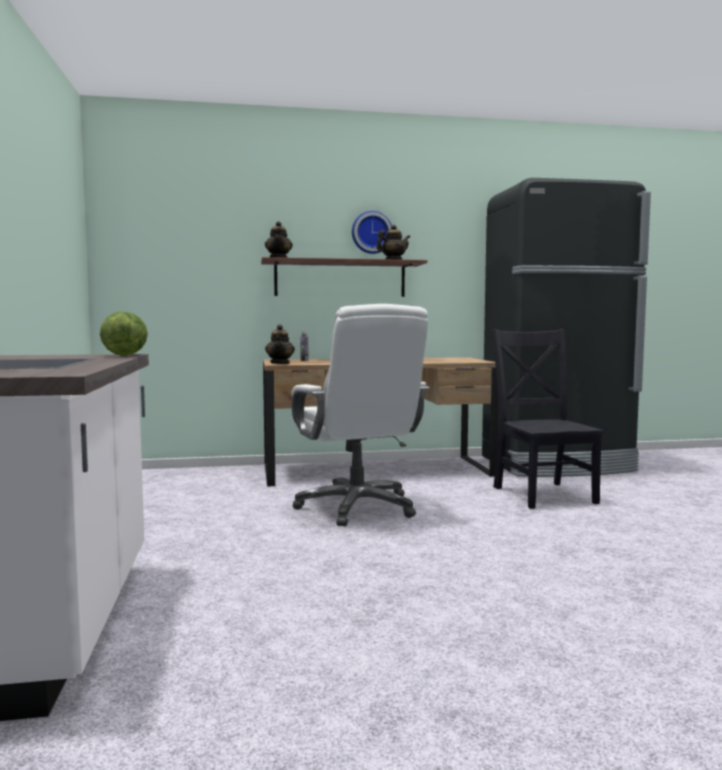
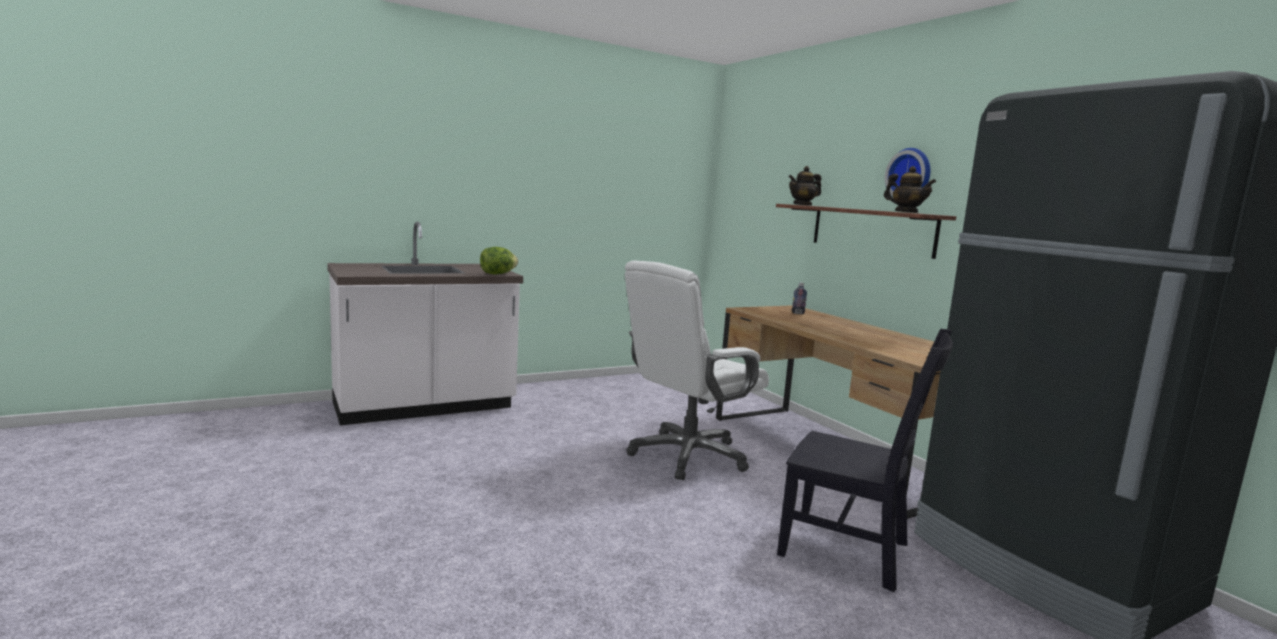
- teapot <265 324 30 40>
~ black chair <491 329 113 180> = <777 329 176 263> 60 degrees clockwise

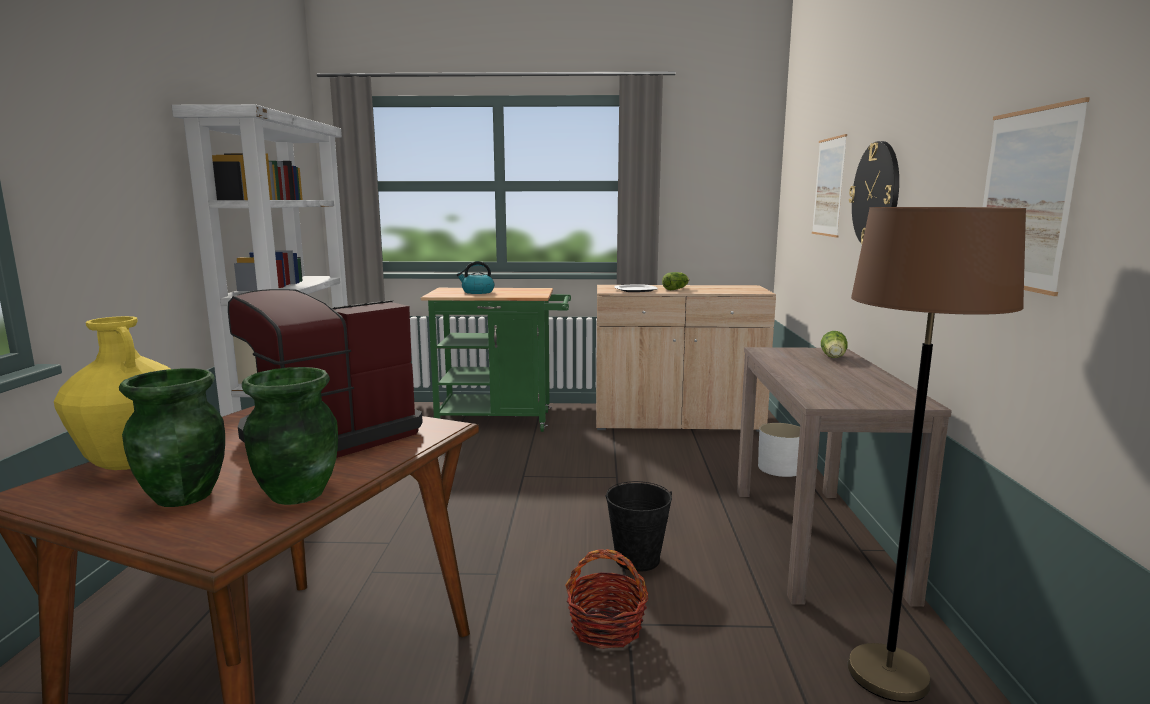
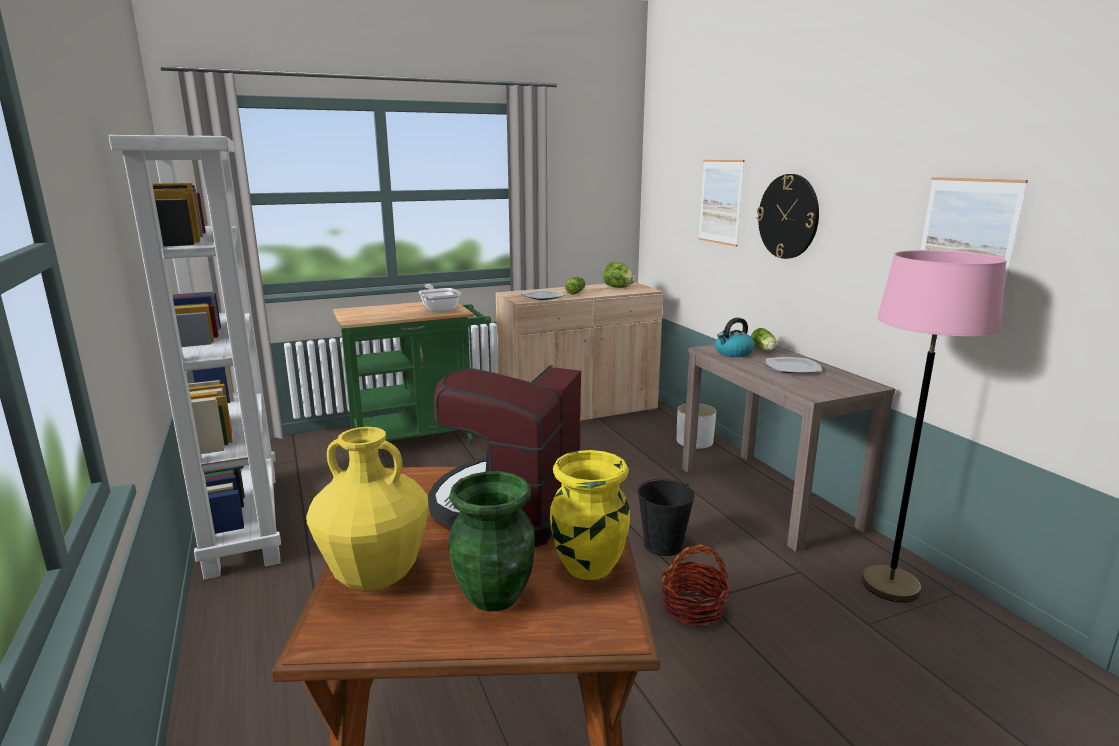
~ brown floor lamp <848 207 178 495> to pink floor lamp <861 250 145 352>
~ kettle <457 261 38 33> to <715 318 40 39>
~ green vase <242 367 96 138> to yellow vase <550 450 80 130>
+ lettuce <603 262 32 26>
+ frying pan <418 284 43 29>
+ plate <766 357 56 16>

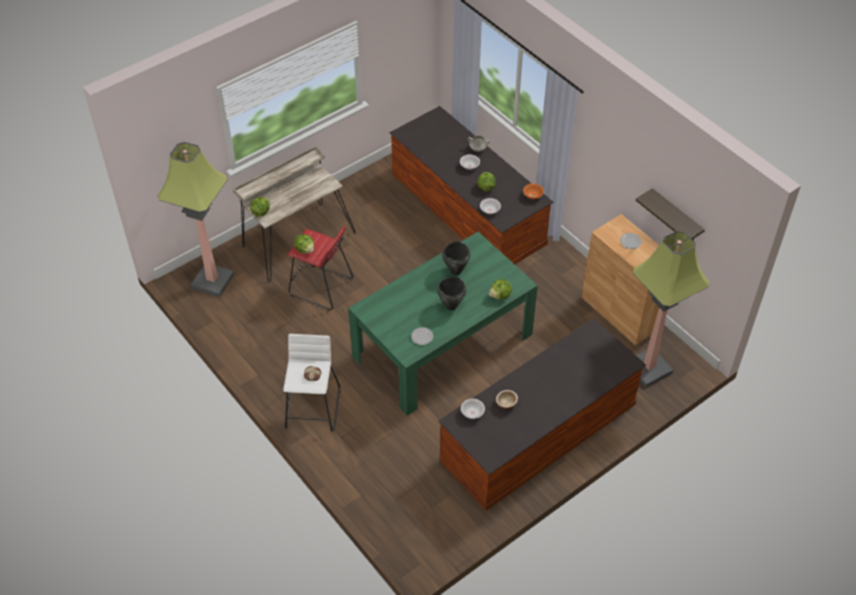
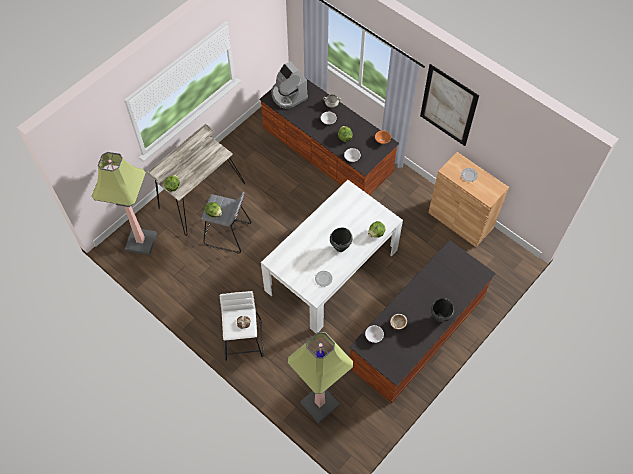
- shelf <635 188 70 52>
~ red stool <288 226 65 85> to grey stool <201 192 51 62>
~ floor lamp <633 230 76 158> to <288 332 65 91>
~ green dining table <348 232 190 184> to white dining table <261 180 142 153>
~ black cooking pot <442 242 28 33> to <431 298 23 25>
+ coffee machine <271 61 37 48>
+ picture <420 64 59 82>

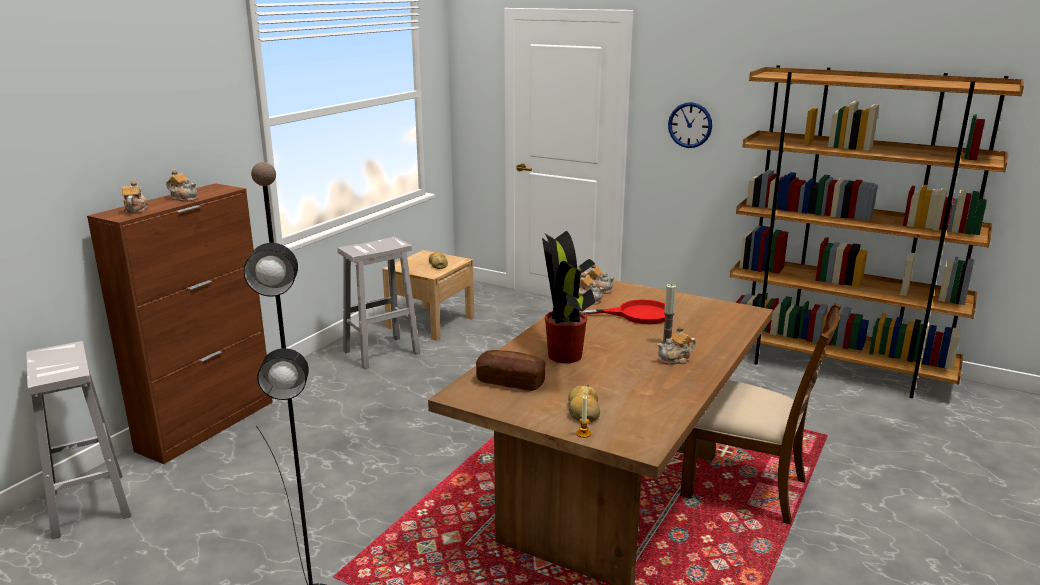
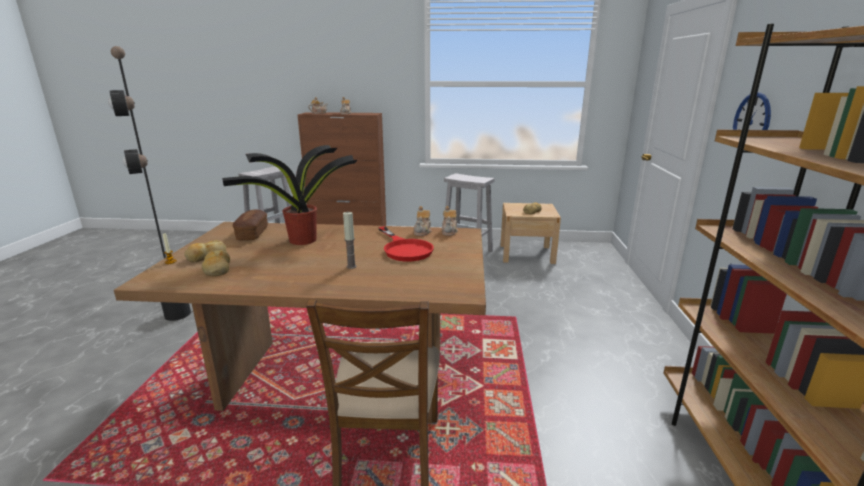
- teapot <657 325 39 40>
+ bread <202 249 28 27>

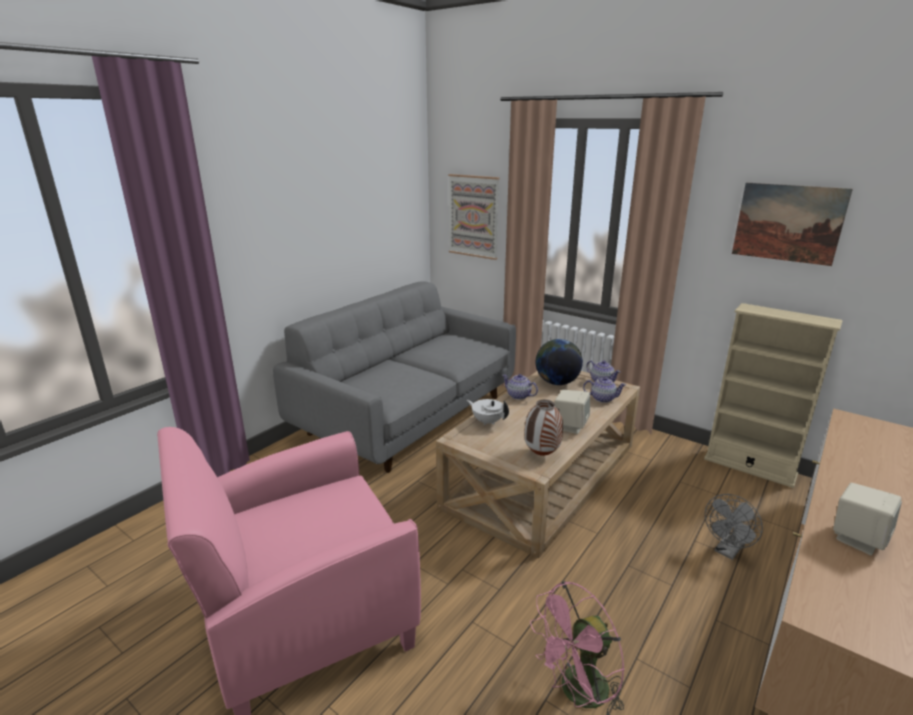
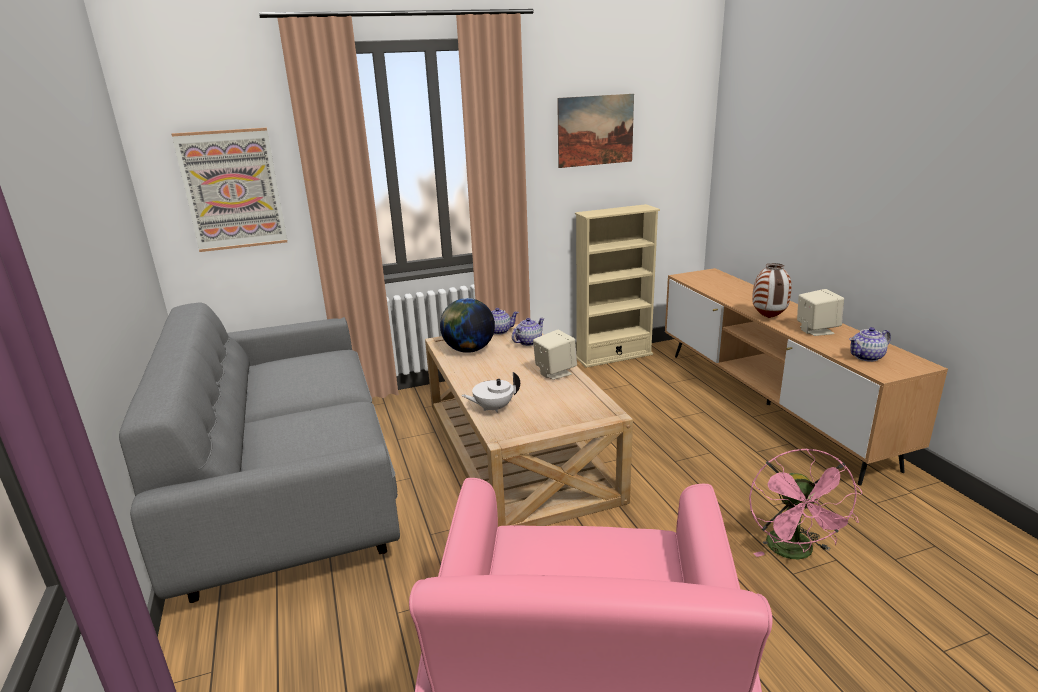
~ teapot <502 374 36 26> to <849 327 42 35>
~ vase <524 400 39 56> to <752 263 40 55>
- grey fan <705 494 58 66>

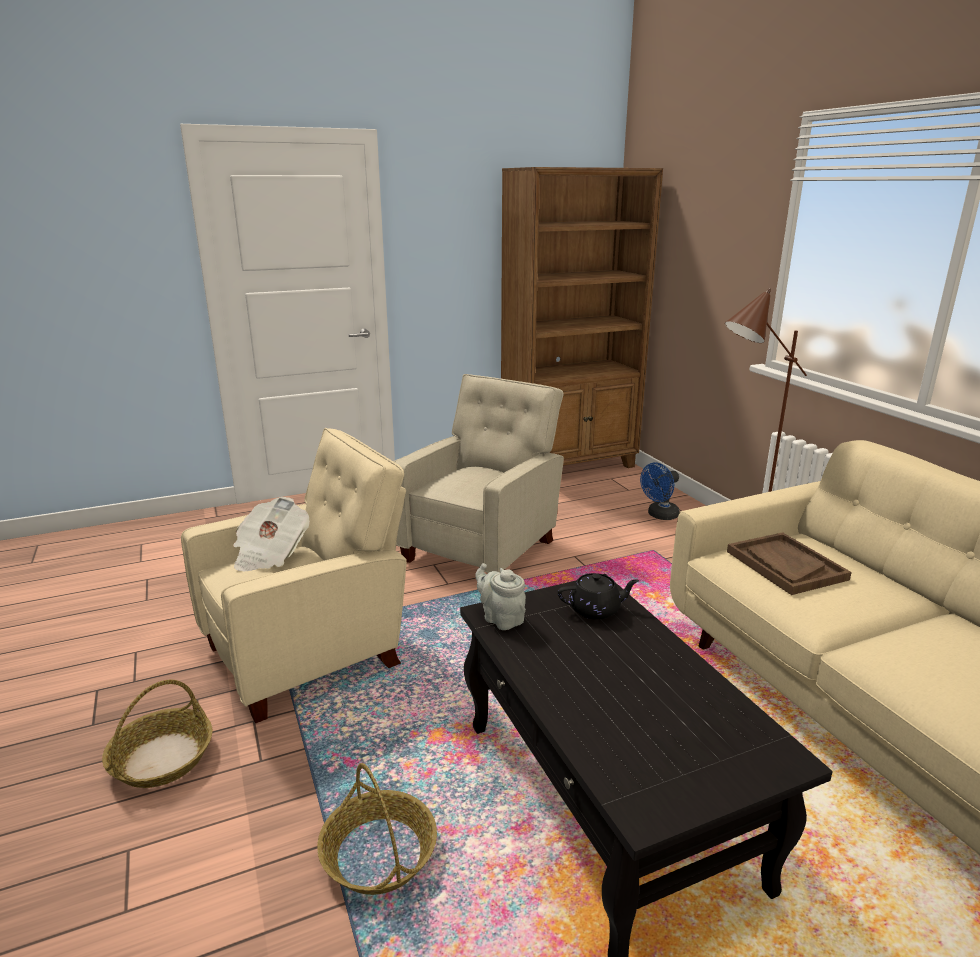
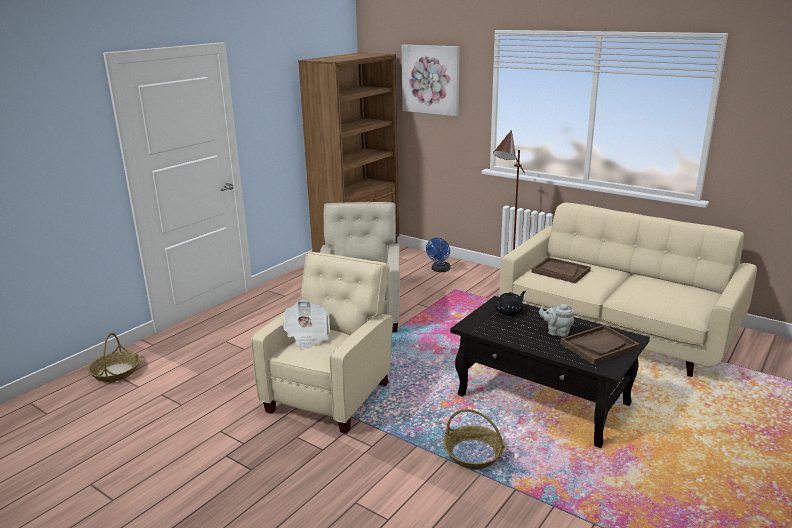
~ grey teapot <475 563 51 67> to <539 304 35 33>
~ basket <102 680 111 108> to <87 333 53 49>
+ picture <402 45 58 71>
+ brown tray <560 325 80 40>

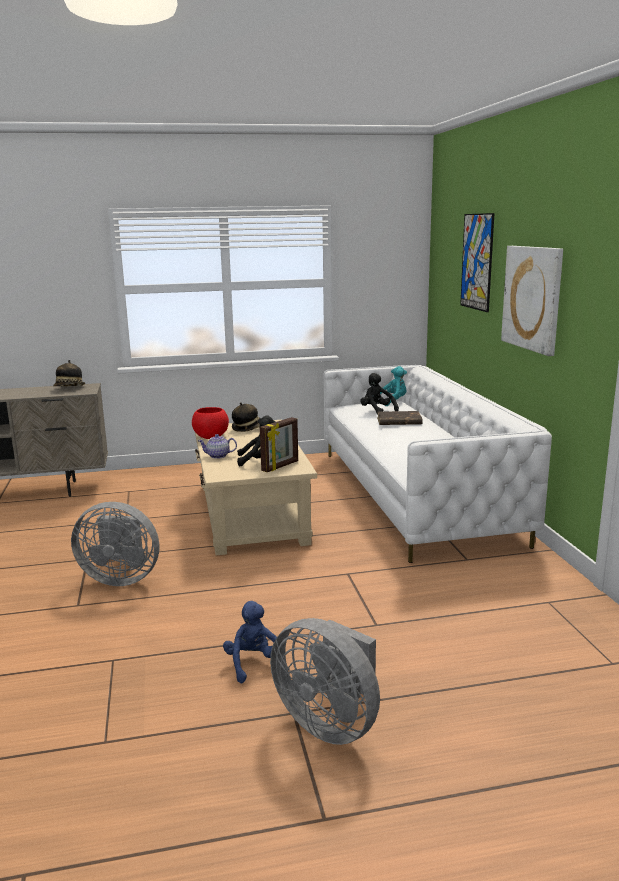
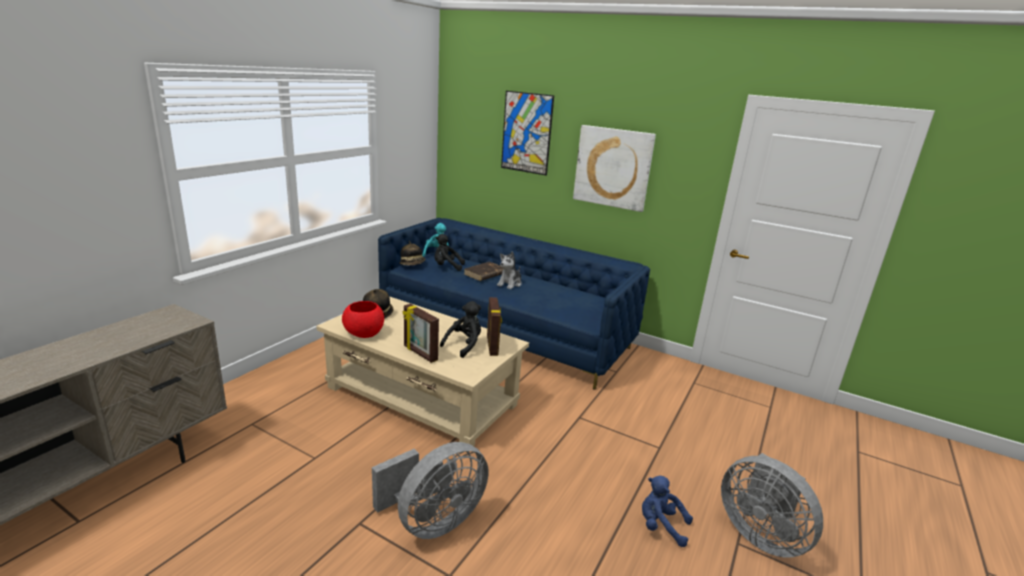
~ hat <53 360 32 26> to <399 241 26 24>
~ white sofa <323 365 229 198> to blue sofa <378 218 272 172>
~ teapot <198 434 39 25> to picture frame <403 304 36 59>
~ grey fan <270 618 110 127> = <721 453 102 105> 60 degrees clockwise
+ plush toy <497 251 25 38>

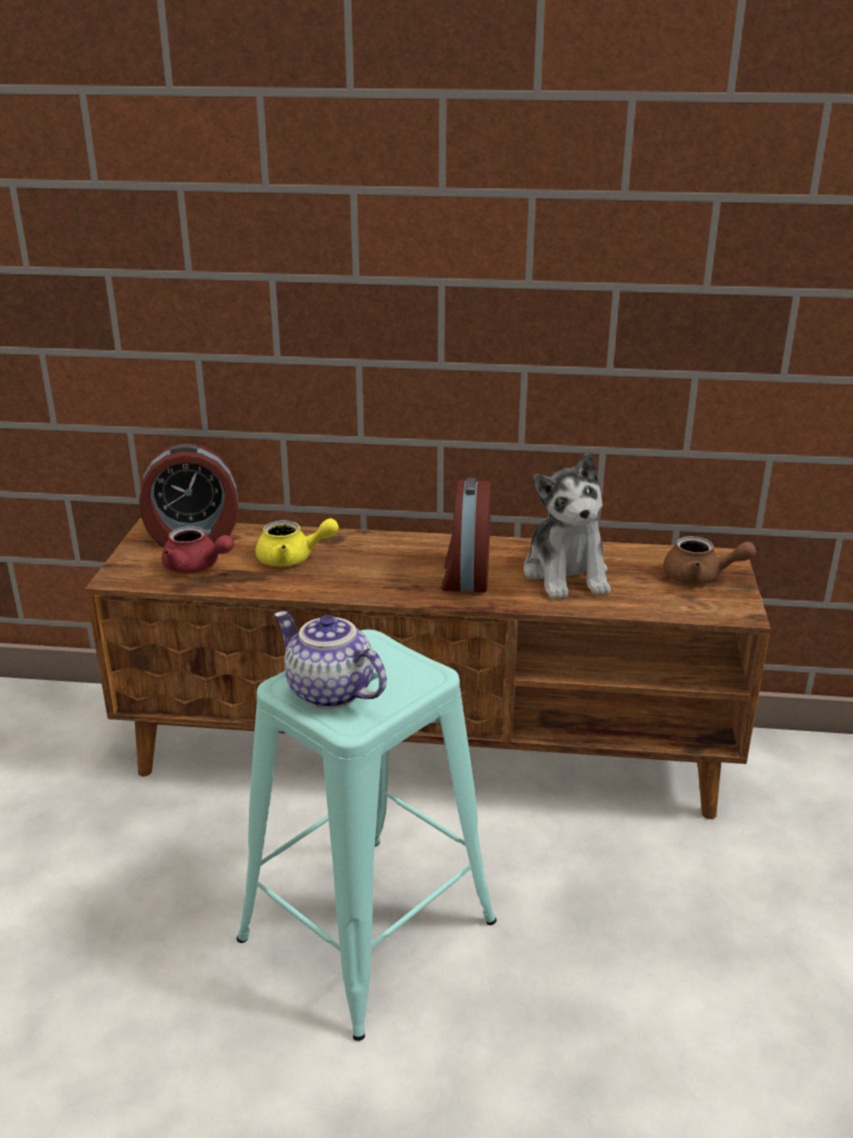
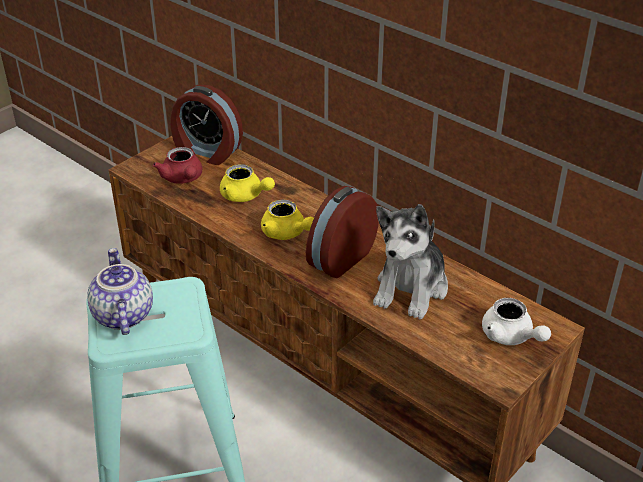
~ brown teapot <663 536 93 48> to white teapot <482 298 69 47>
+ yellow teapot <261 200 53 40>

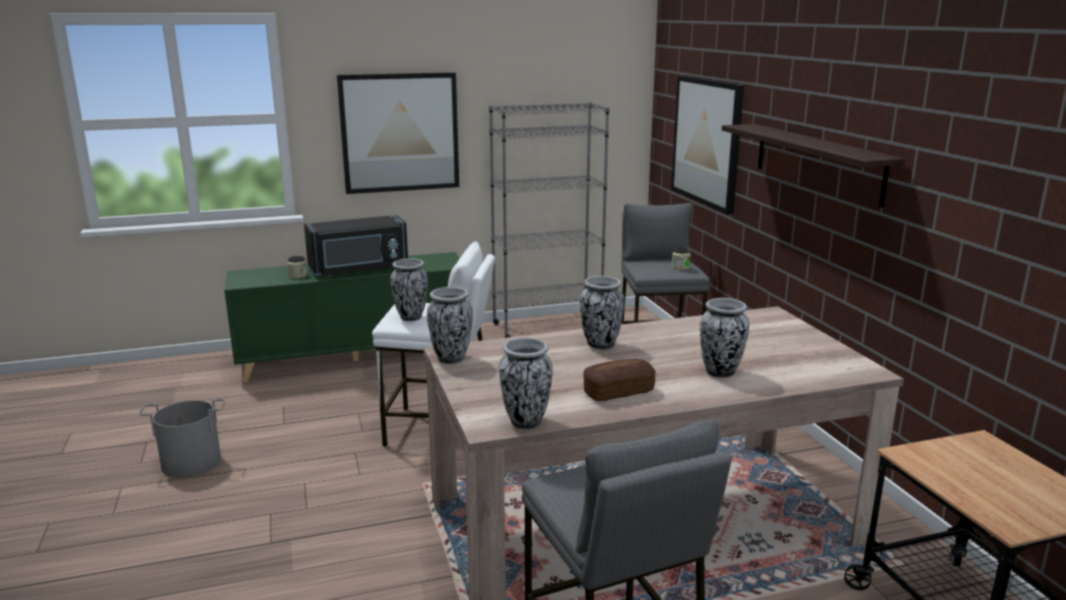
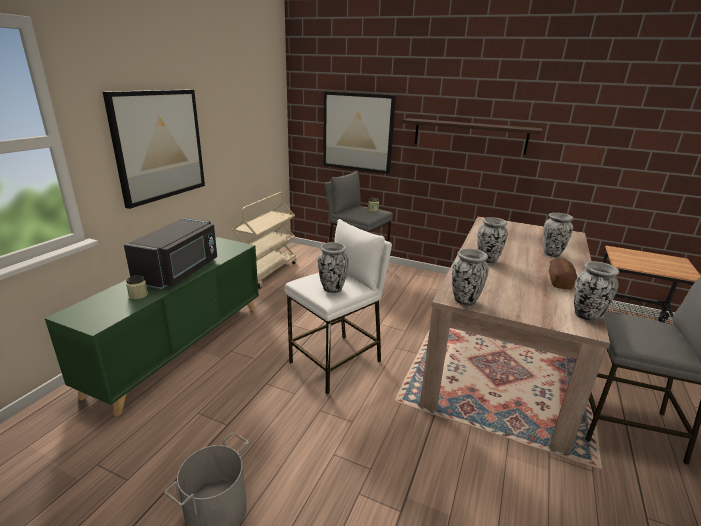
~ grey bookcase <489 102 120 236> to beige cart <232 192 64 97>

